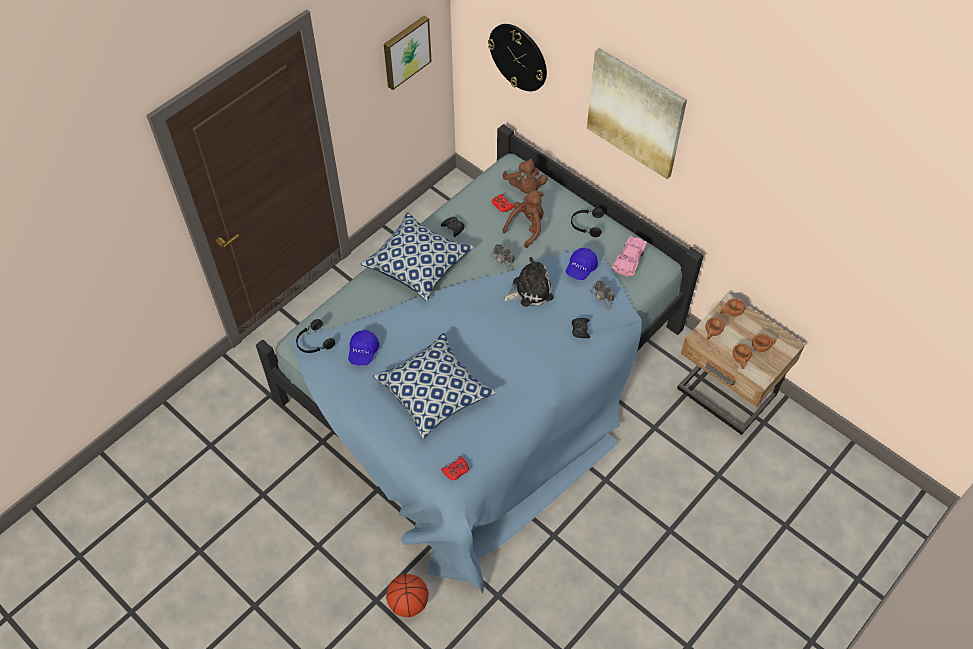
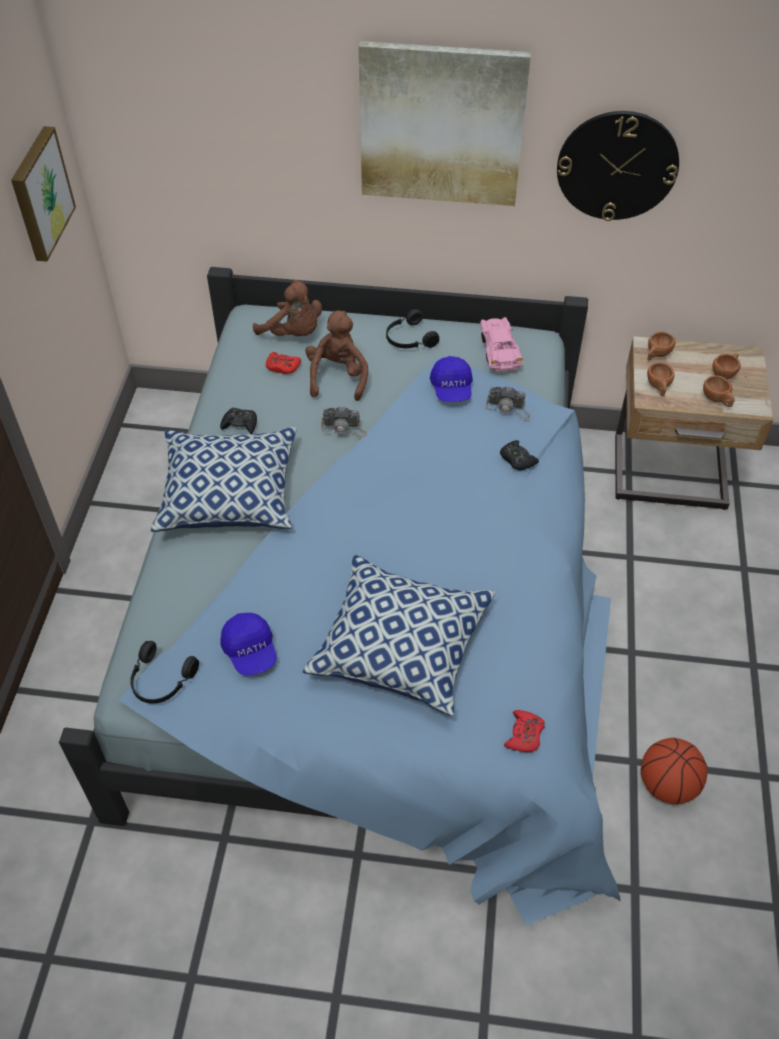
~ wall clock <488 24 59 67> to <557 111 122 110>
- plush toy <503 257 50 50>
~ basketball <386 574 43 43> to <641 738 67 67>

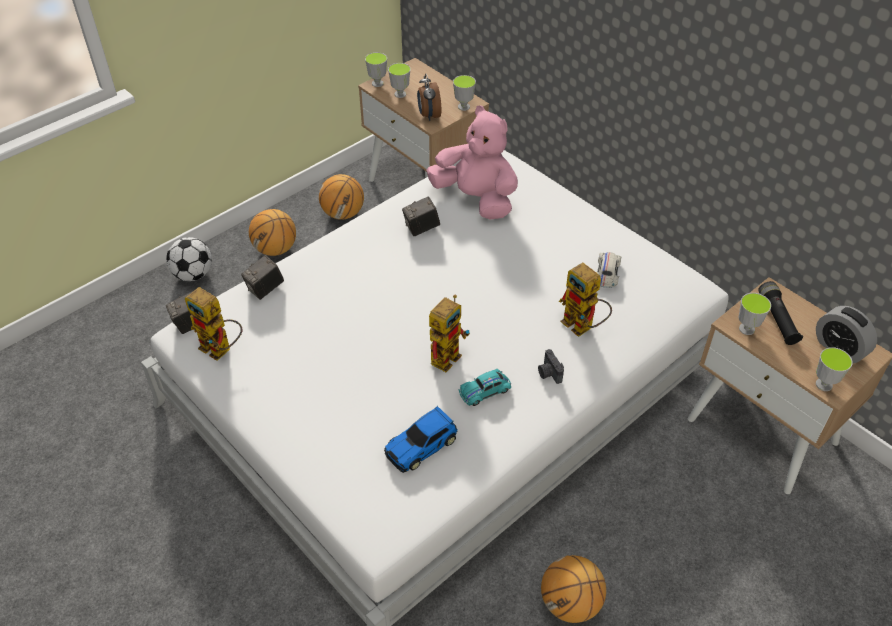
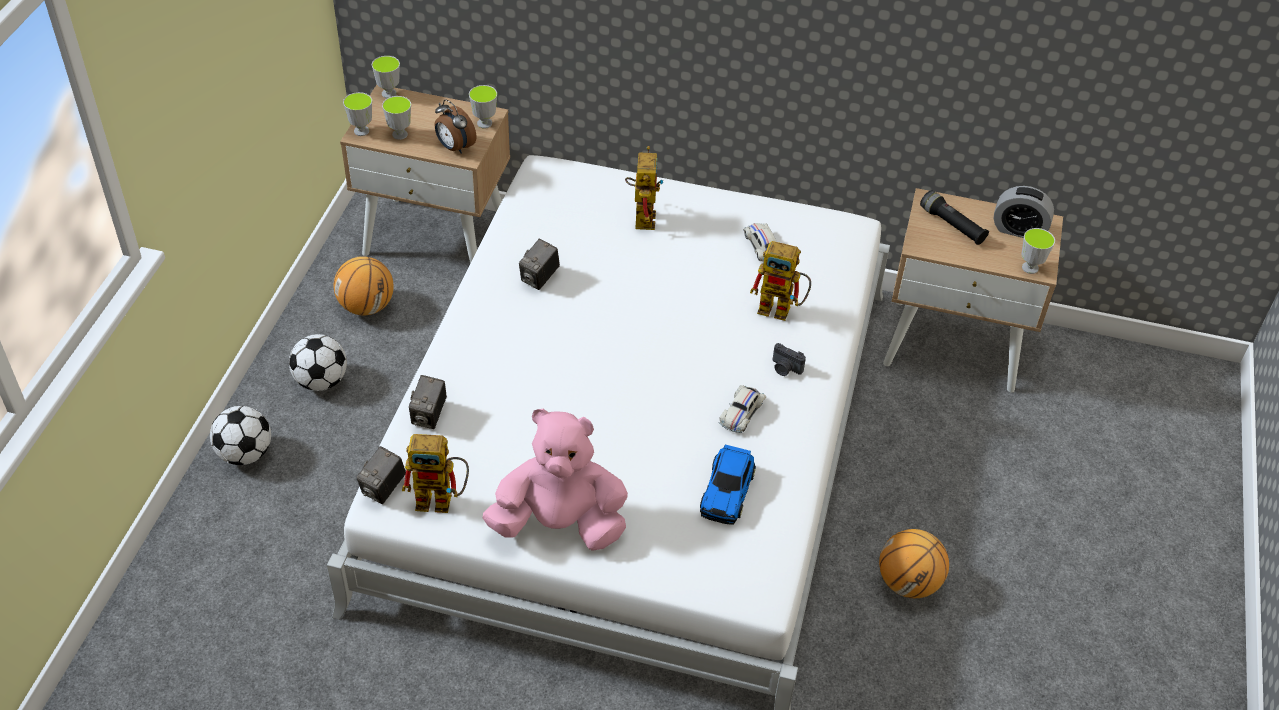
~ pink plush toy <426 105 92 115> to <482 409 146 142>
~ basketball <249 209 47 47> to football <289 334 58 57>
~ cup <739 293 32 42> to <372 56 28 42>
~ toy robot <429 295 41 77> to <625 146 38 84>
~ turquoise toy car <459 369 52 37> to white toy car <719 385 47 48>

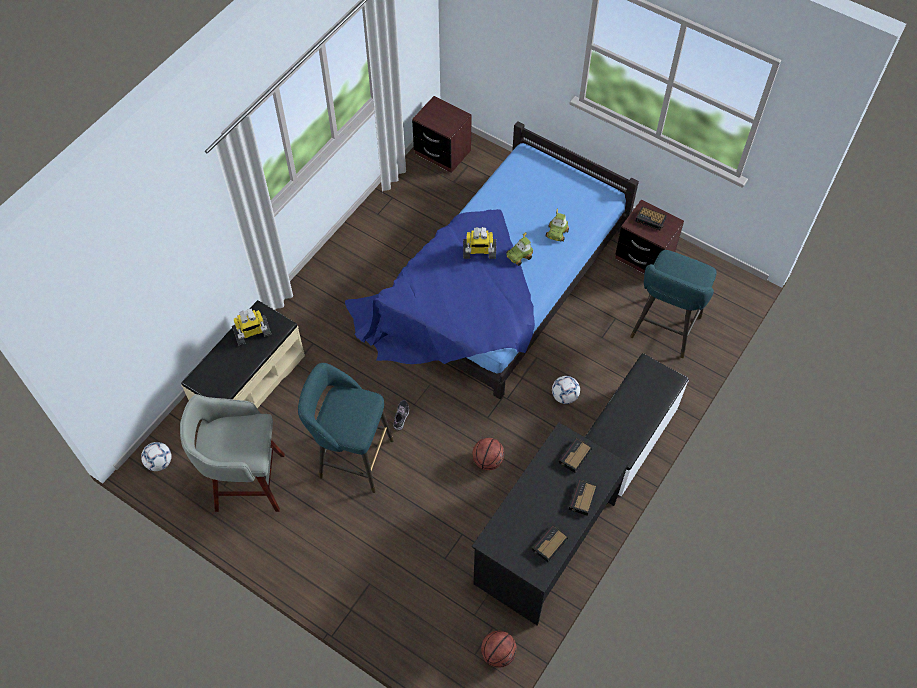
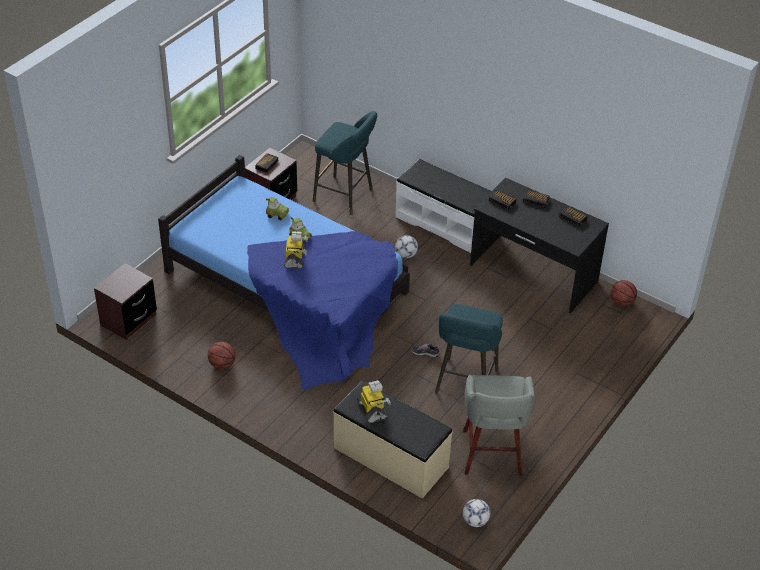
~ basketball <472 438 32 32> to <208 342 27 27>

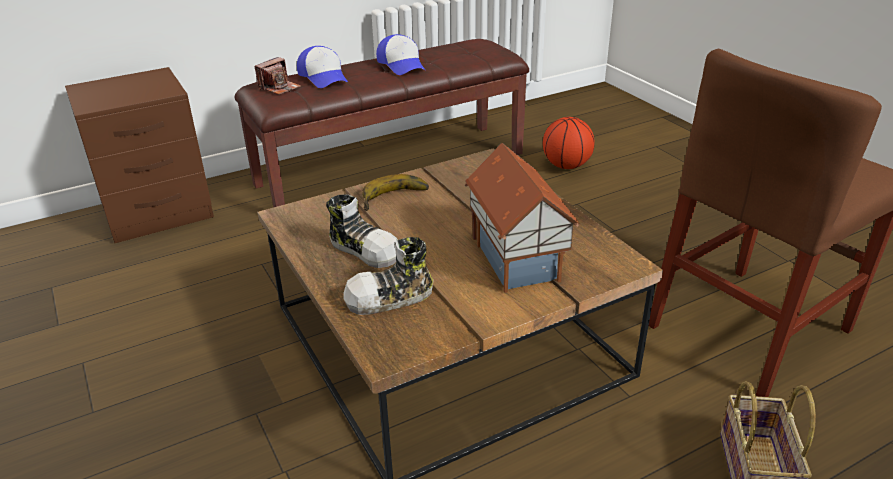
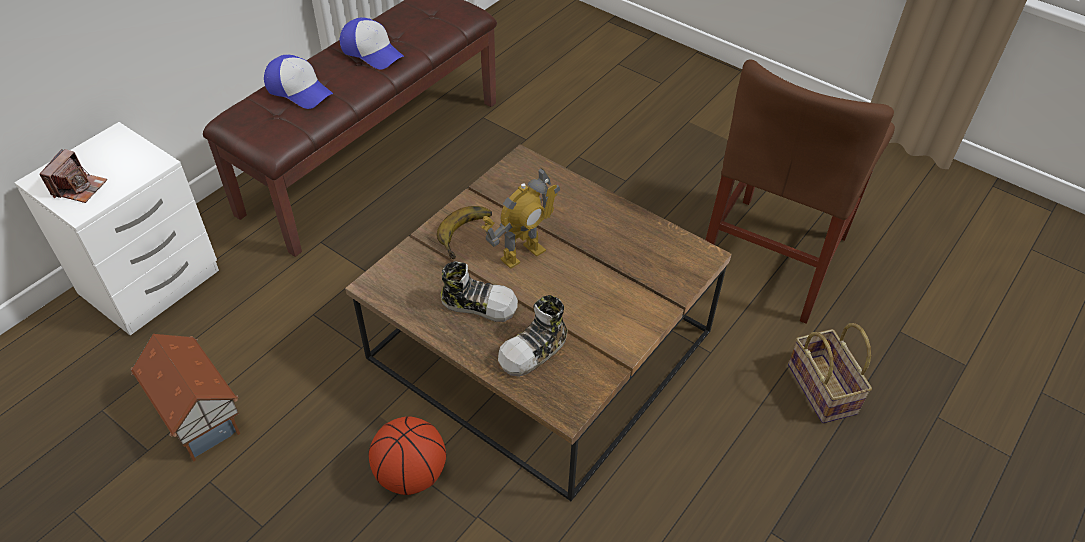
~ photo camera <255 57 46 38> to <39 149 68 54>
~ brown nightstand <65 67 149 176> to white nightstand <14 122 205 213>
~ basketball <543 117 52 52> to <369 416 77 79>
~ toy house <464 143 115 150> to <131 334 109 128>
+ toy robot <482 167 78 102>

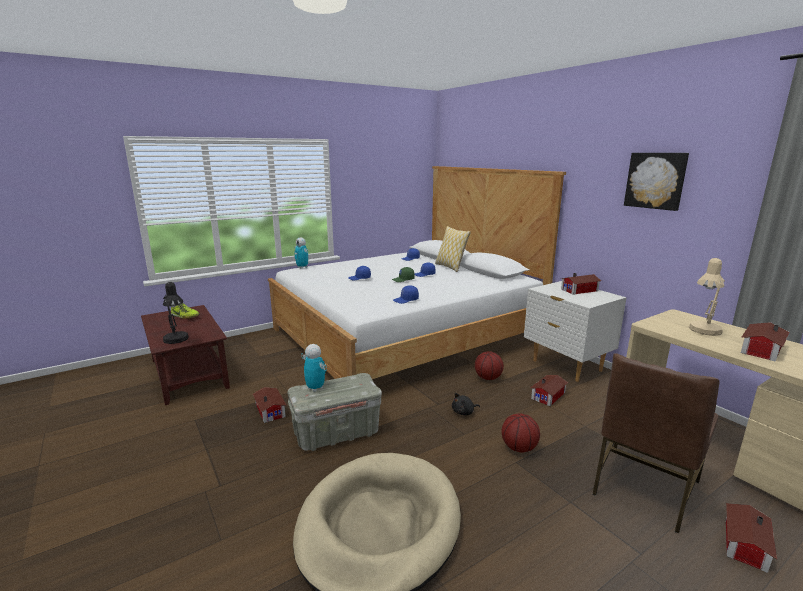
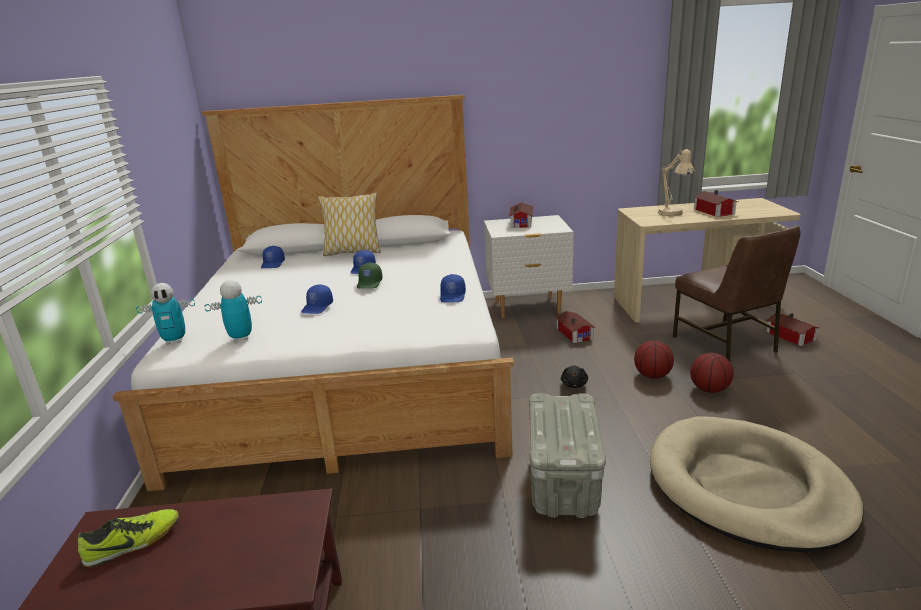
- picture <624 153 65 58>
- black table lamp <163 282 26 62>
~ toy robot <301 344 26 48> to <204 280 58 62>
~ basketball <475 352 29 28> to <690 353 44 40>
- toy house <253 387 34 36>

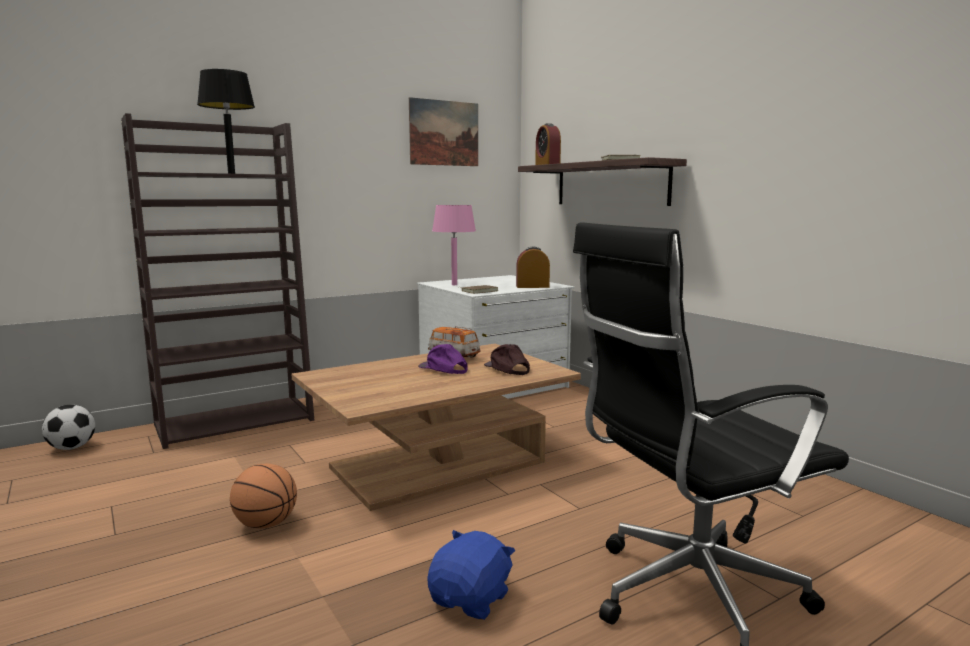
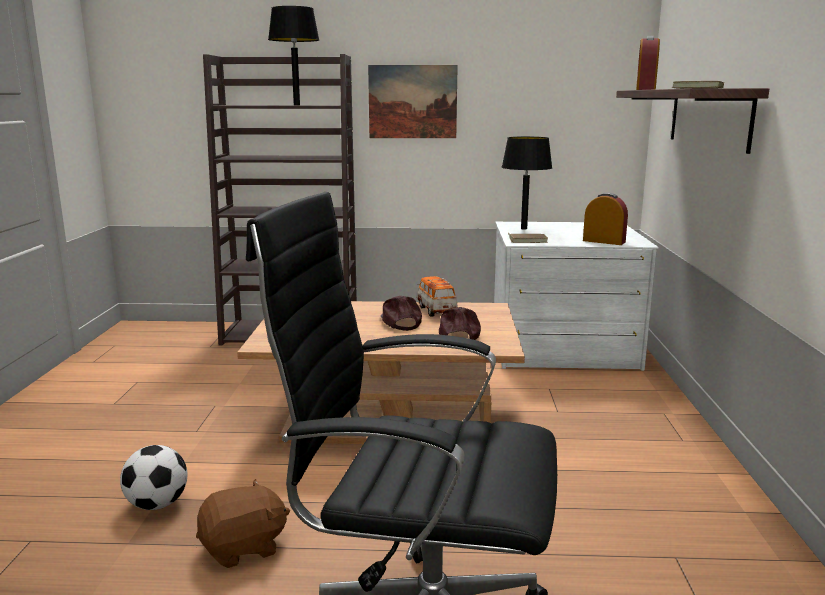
~ picture <409 97 69 69> to <368 65 90 73>
~ pink table lamp <432 205 44 80> to black table lamp <502 137 50 93>
~ purple cap <418 344 50 30> to brown cap <381 296 41 35>
~ football <42 405 53 45> to <120 445 67 65>
- basketball <230 464 67 64>
~ blue plush toy <427 530 88 90> to brown plush toy <196 479 94 89>

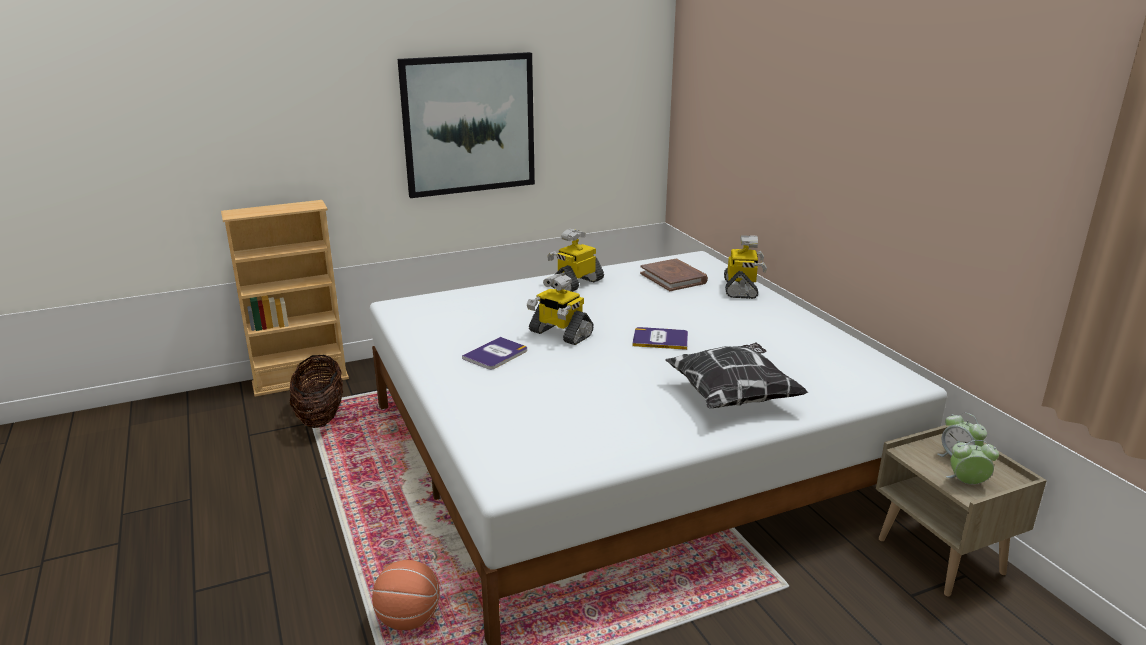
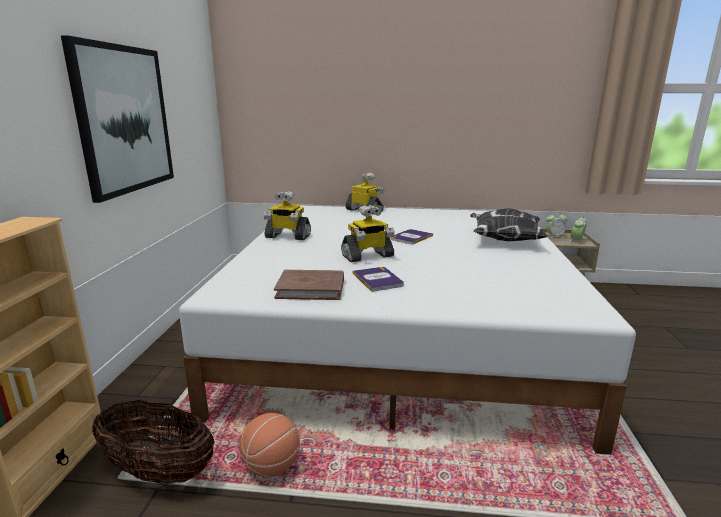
~ toy robot <547 229 57 63> = <264 191 47 49> 60 degrees counterclockwise
~ brown book <640 259 68 32> to <274 270 70 30>
~ basketball <372 560 68 70> to <239 413 61 64>

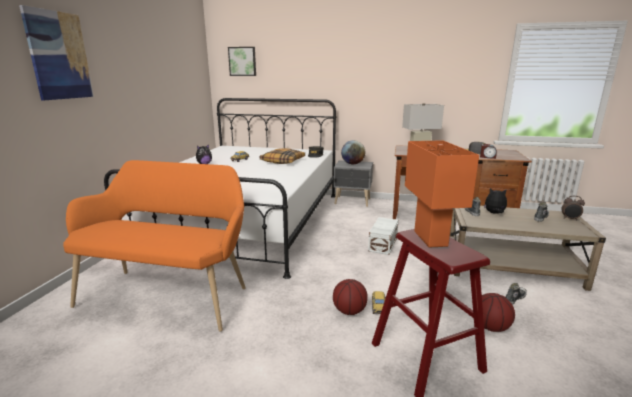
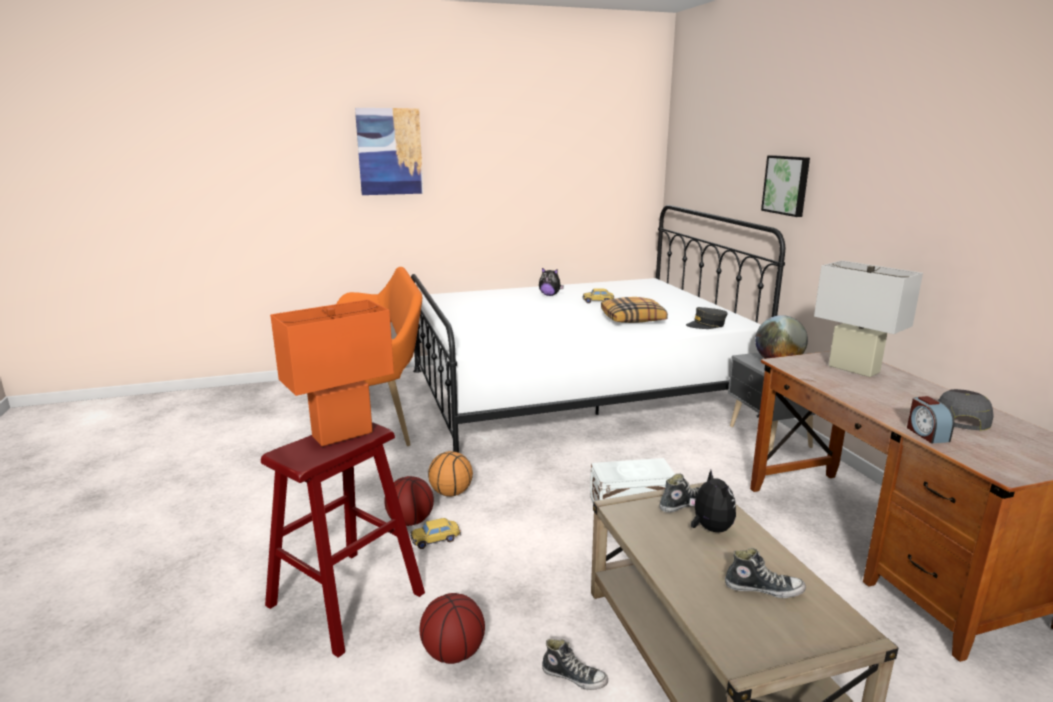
~ picture <228 47 28 29> to <761 155 49 62>
- alarm clock <562 196 23 25>
+ basketball <428 451 45 45>

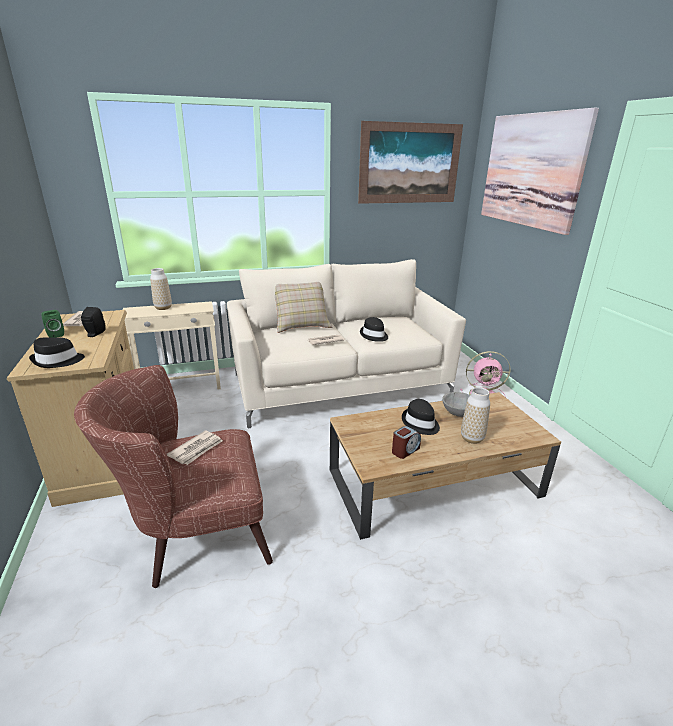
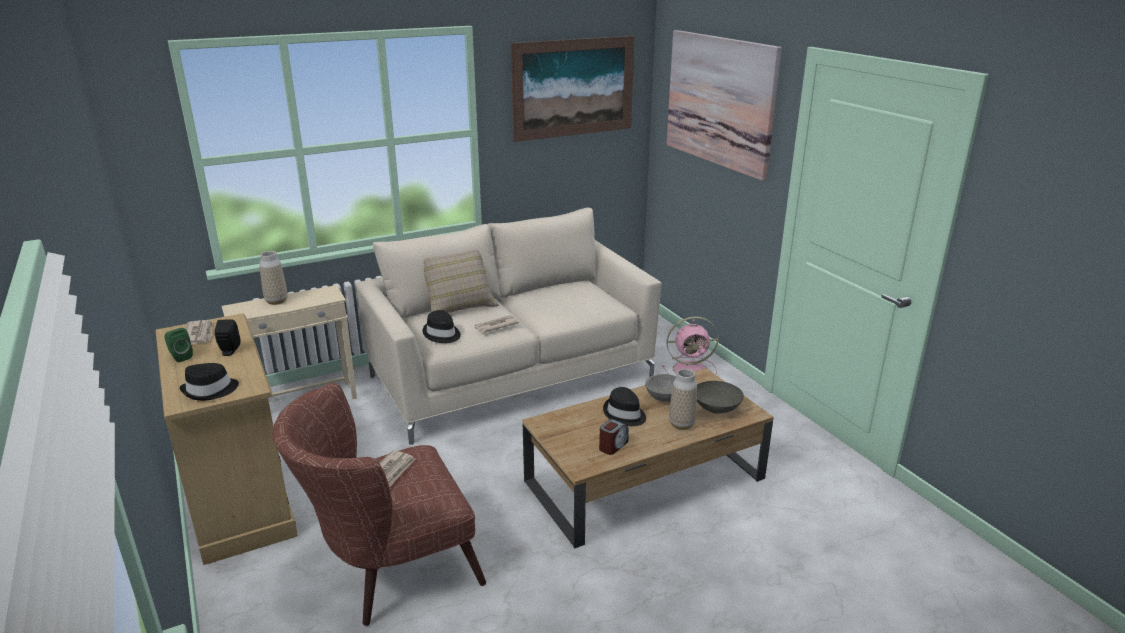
~ black hat <360 317 28 25> to <423 310 38 33>
+ grey bowl <697 381 47 33>

